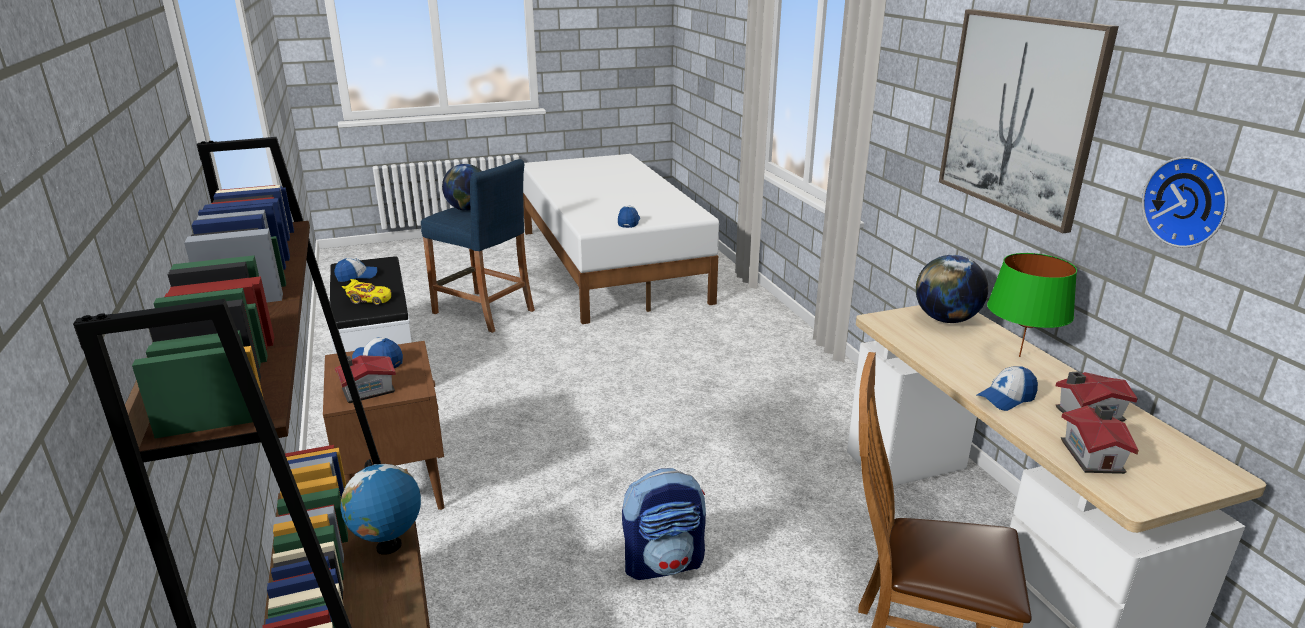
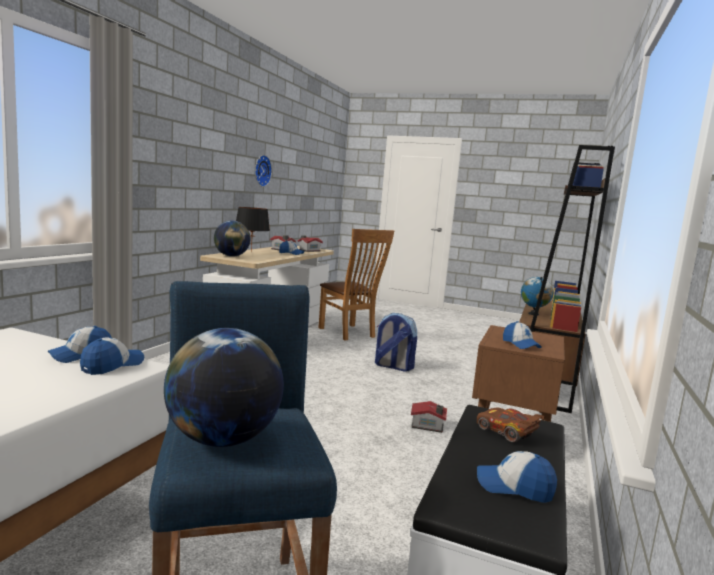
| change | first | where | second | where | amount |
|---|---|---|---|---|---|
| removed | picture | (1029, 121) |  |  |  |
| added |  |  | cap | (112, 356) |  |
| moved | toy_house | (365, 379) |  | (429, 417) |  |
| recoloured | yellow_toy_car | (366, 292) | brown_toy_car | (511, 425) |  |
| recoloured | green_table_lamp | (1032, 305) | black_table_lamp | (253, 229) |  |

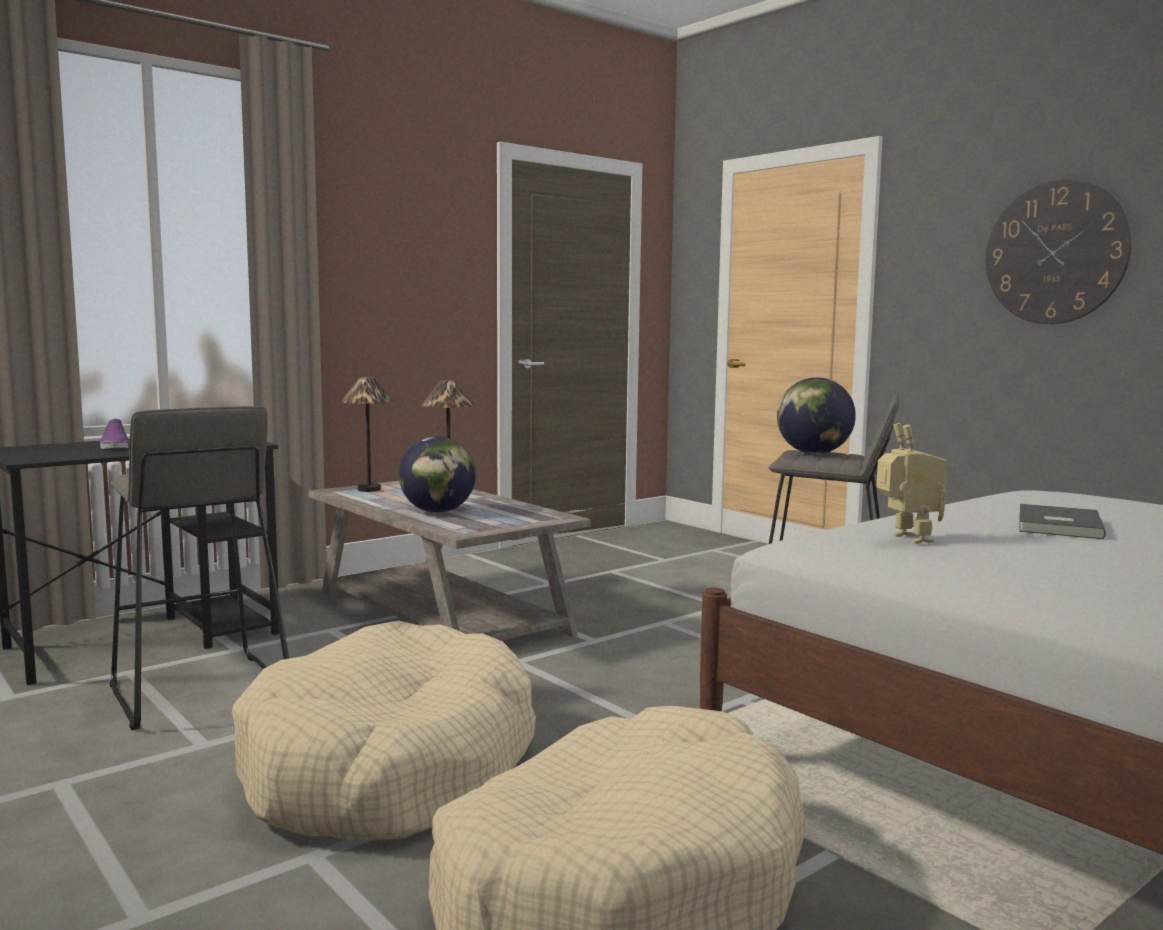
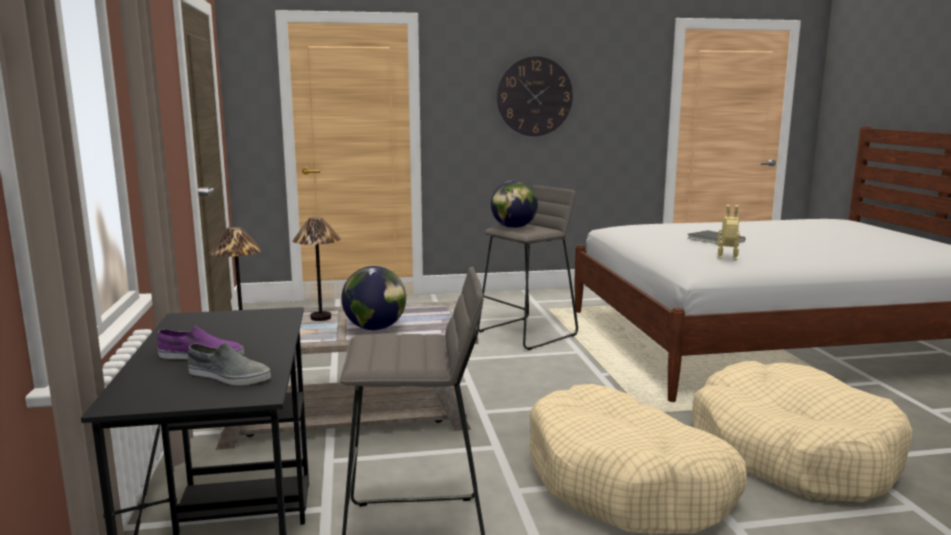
| change | first | where | second | where | amount |
|---|---|---|---|---|---|
| added |  |  | grey_shoe | (229, 363) |  |

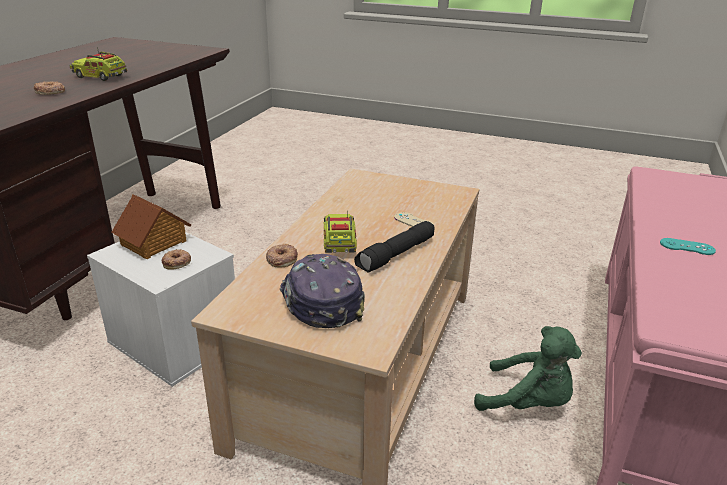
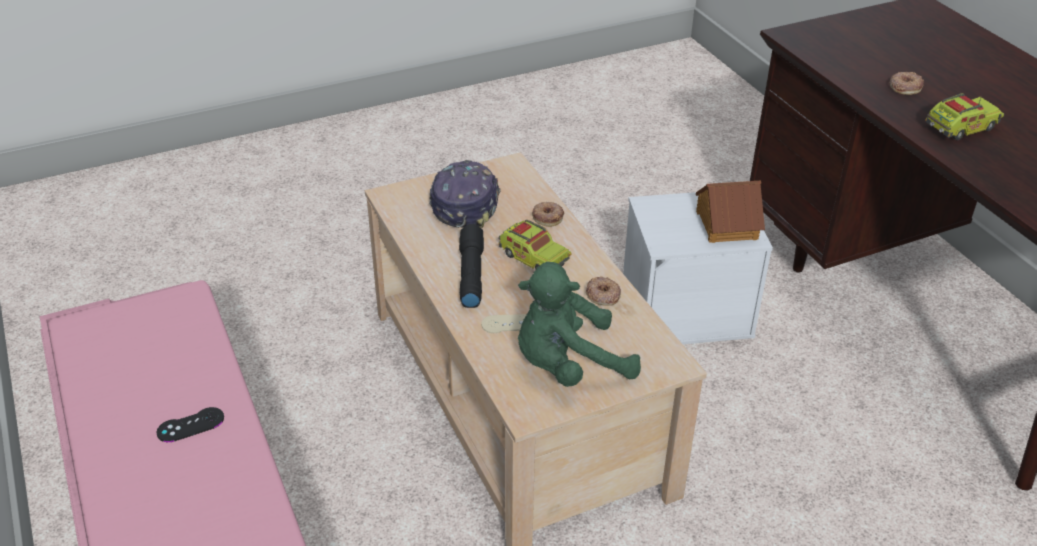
| change | first | where | second | where | amount |
|---|---|---|---|---|---|
| moved | donut | (176, 259) |  | (603, 291) |  |
| moved | green_plush_toy | (528, 368) |  | (579, 324) |  |
| recoloured | turquoise_game_controller | (688, 246) | black_game_controller | (190, 424) |  |
| turned | cap | (322, 291) |  | (465, 194) | 105 degrees counterclockwise |

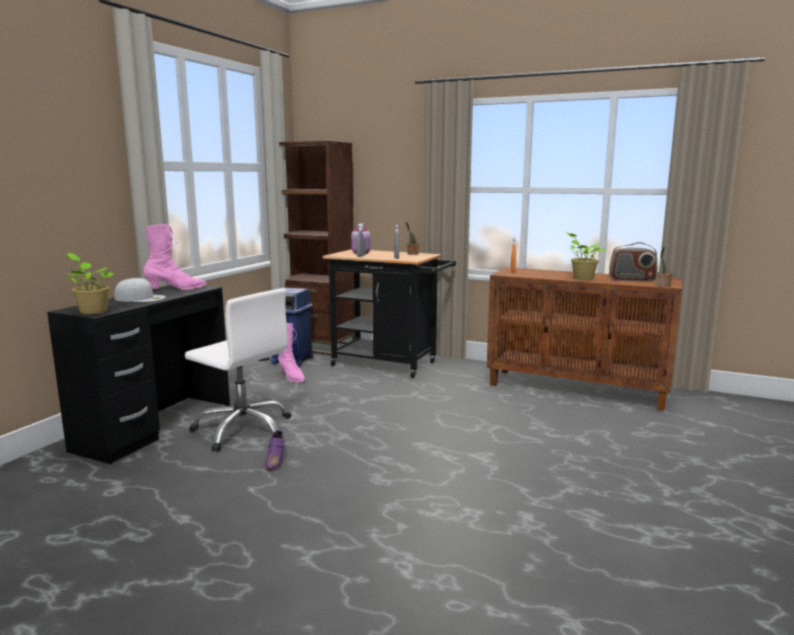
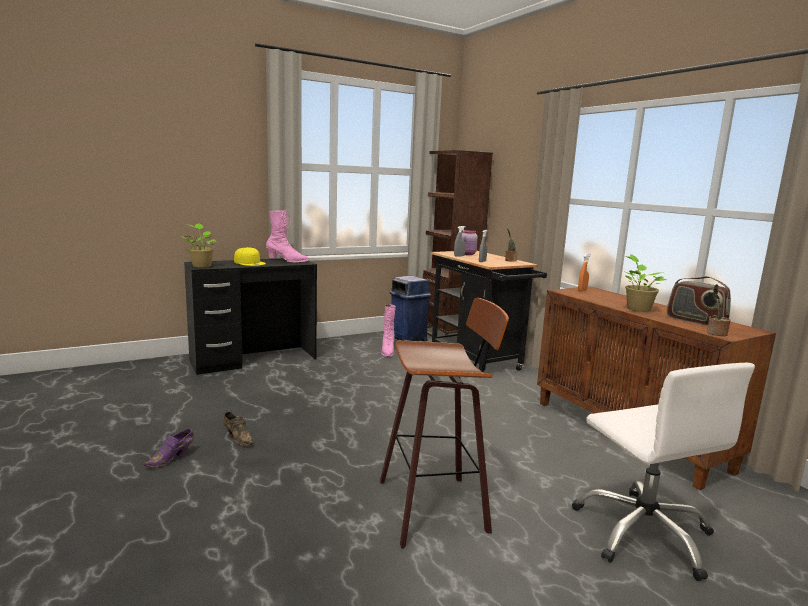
| change | first | where | second | where | amount |
|---|---|---|---|---|---|
| added |  |  | brown_shoe | (238, 429) |  |
| added |  |  | stool | (444, 423) |  |
| moved | white_office_chair | (238, 370) |  | (663, 472) |  |
| moved | purple_shoe | (275, 450) |  | (169, 448) |  |
| recoloured | white_cap | (140, 290) | yellow_cap | (250, 256) |  |

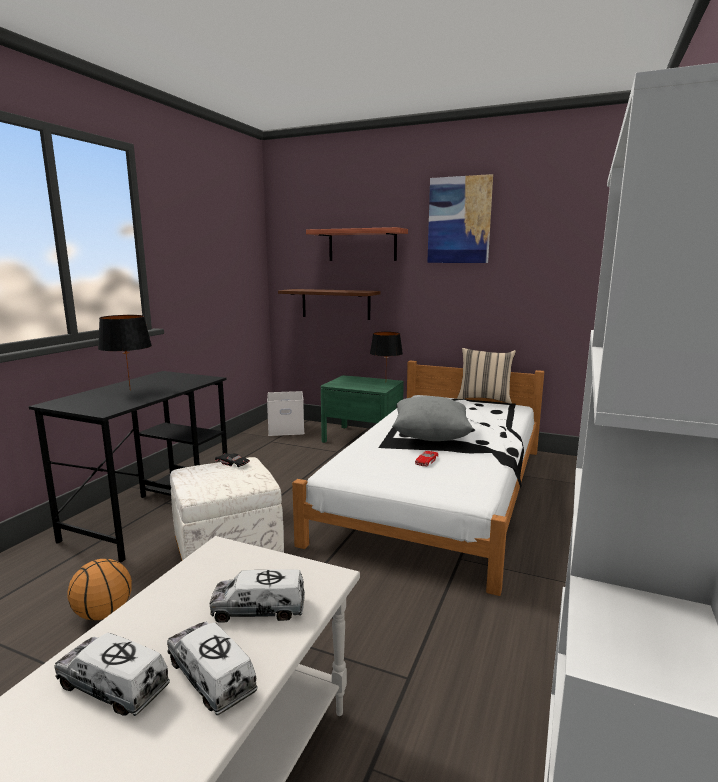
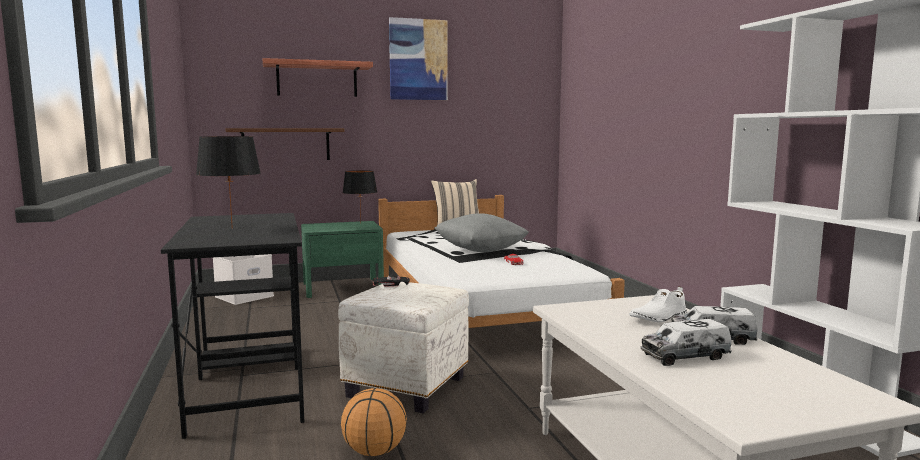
| change | first | where | second | where | amount |
|---|---|---|---|---|---|
| replaced | toy_truck | (257, 596) | white_shoe | (658, 304) |  |

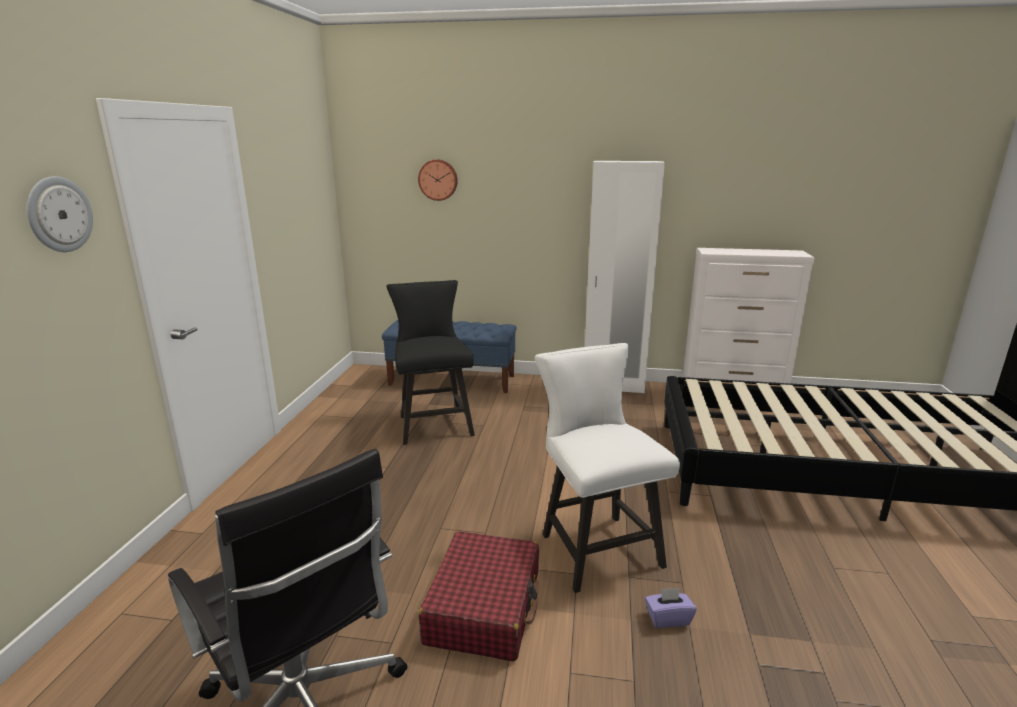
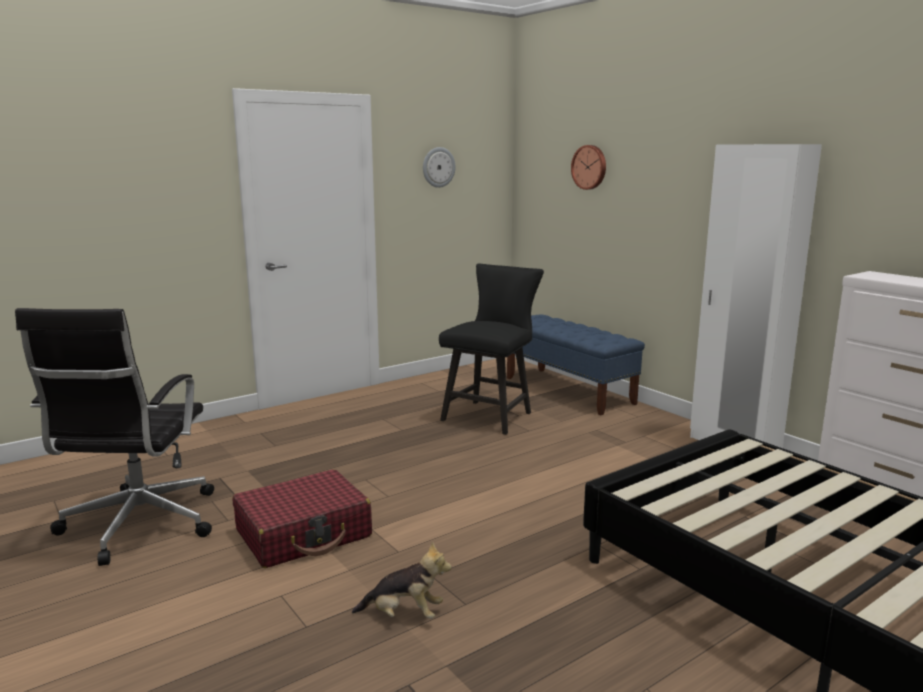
| change | first | where | second | where | amount |
|---|---|---|---|---|---|
| removed | white_chair | (607, 468) |  |  |  |
| moved | wall_clock | (60, 214) |  | (439, 167) |  |
| replaced | purple_tissue_box | (671, 608) | plush_toy | (402, 580) |  |

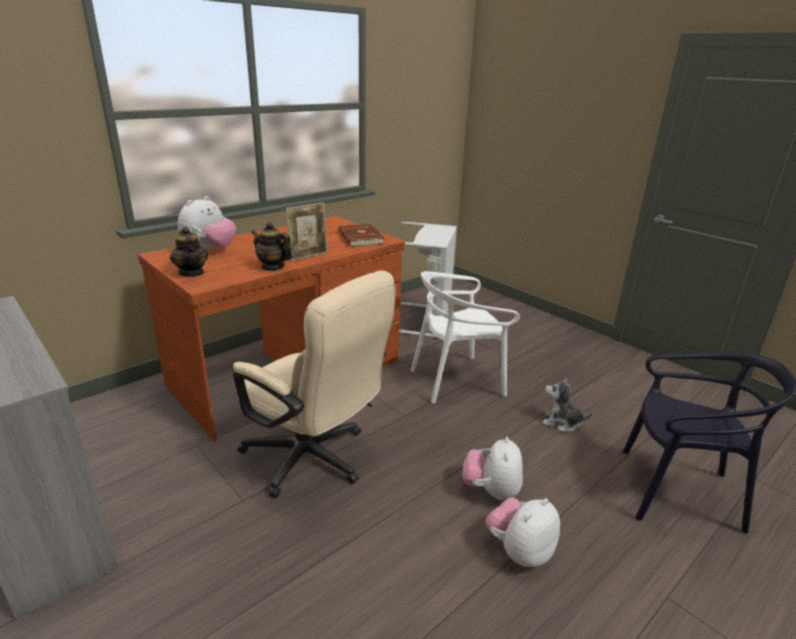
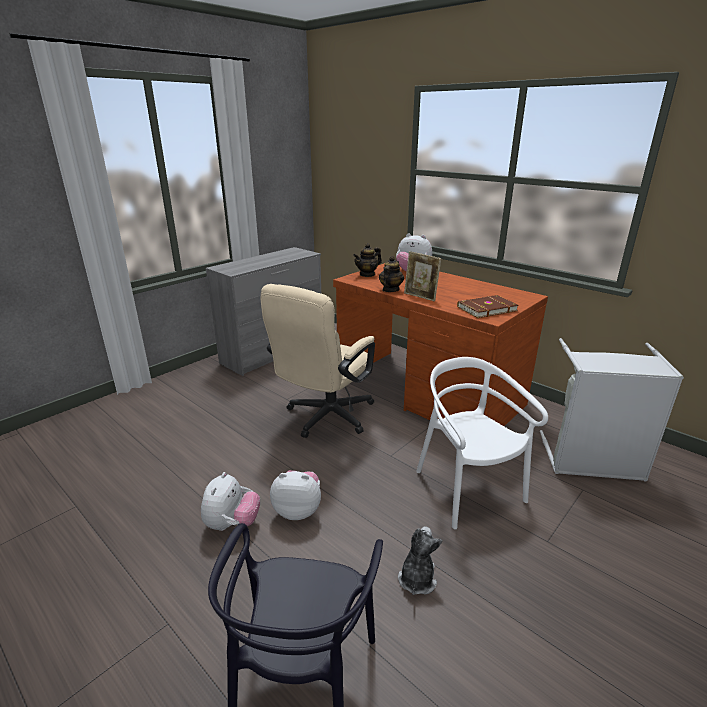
| change | first | where | second | where | amount |
|---|---|---|---|---|---|
| turned | plush_toy | (522, 532) |  | (230, 501) | 60 degrees clockwise |

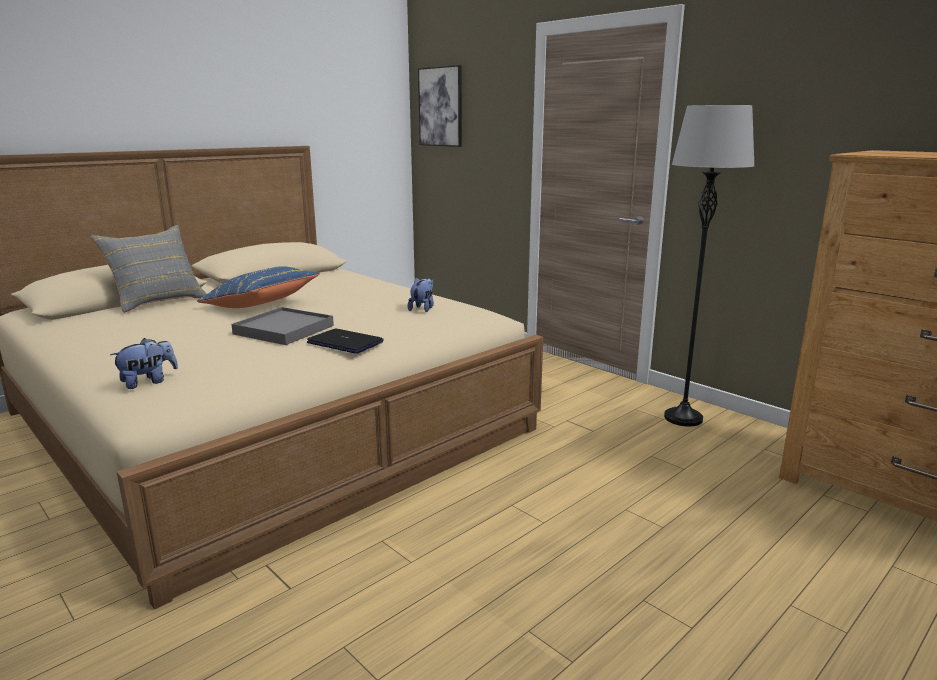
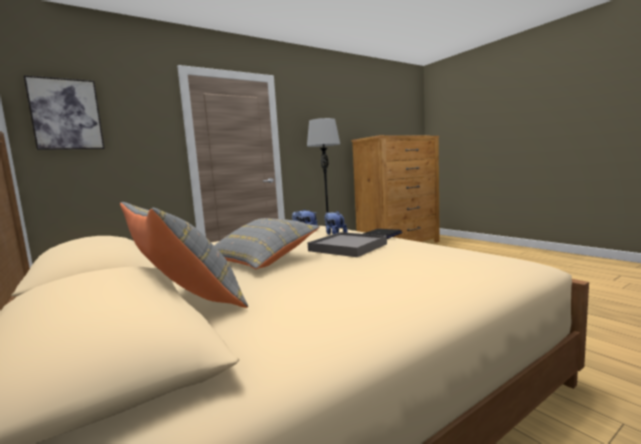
| change | first | where | second | where | amount |
|---|---|---|---|---|---|
| moved | plush_toy | (144, 363) |  | (336, 223) |  |
| recoloured | blue_pillow | (258, 287) | grey_pillow | (267, 243) |  |

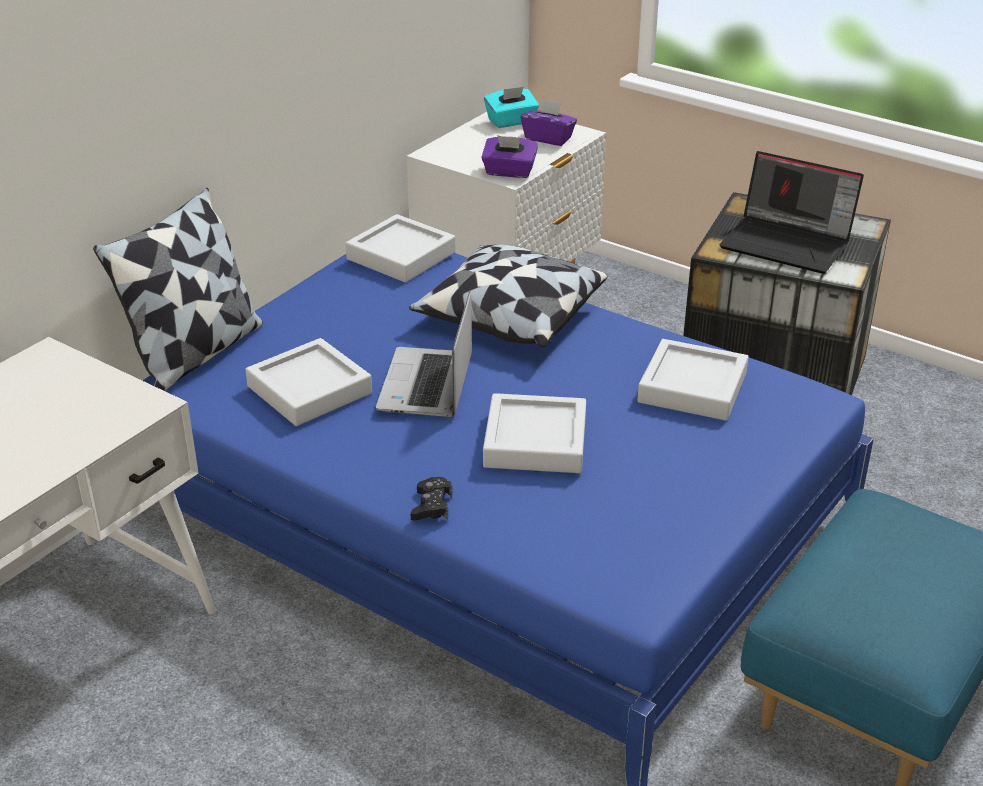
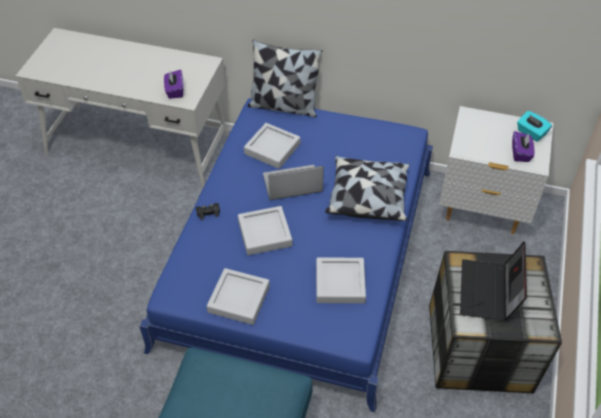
| change | first | where | second | where | amount |
|---|---|---|---|---|---|
| moved | grey_tray | (400, 248) |  | (238, 296) |  |
| moved | purple_tissue_box | (509, 156) |  | (173, 84) |  |

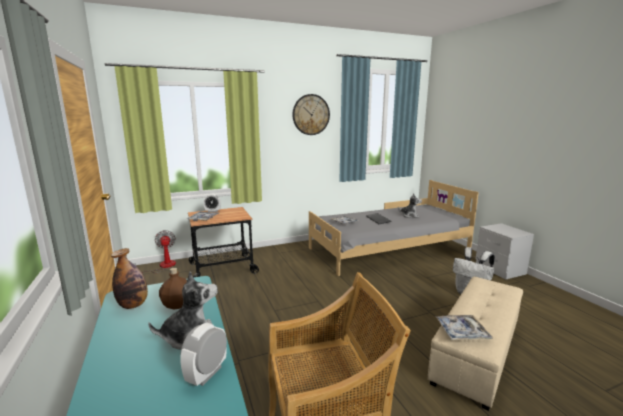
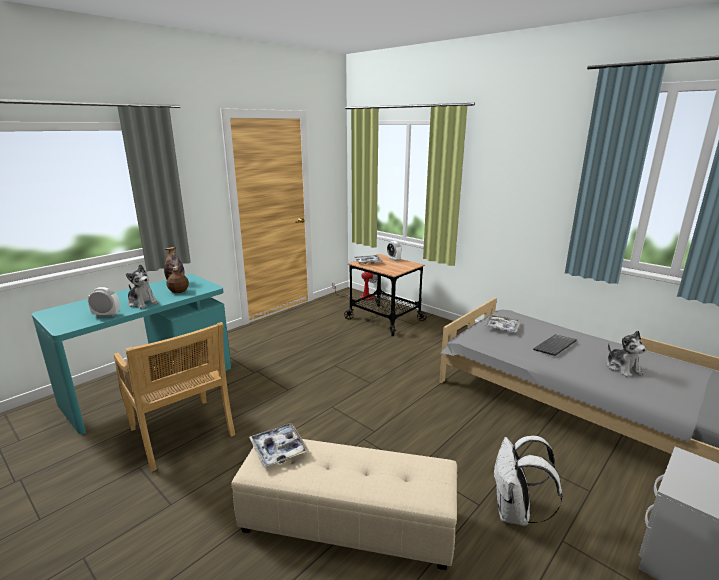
| change | first | where | second | where | amount |
|---|---|---|---|---|---|
| removed | wall_clock | (311, 114) |  |  |  |

